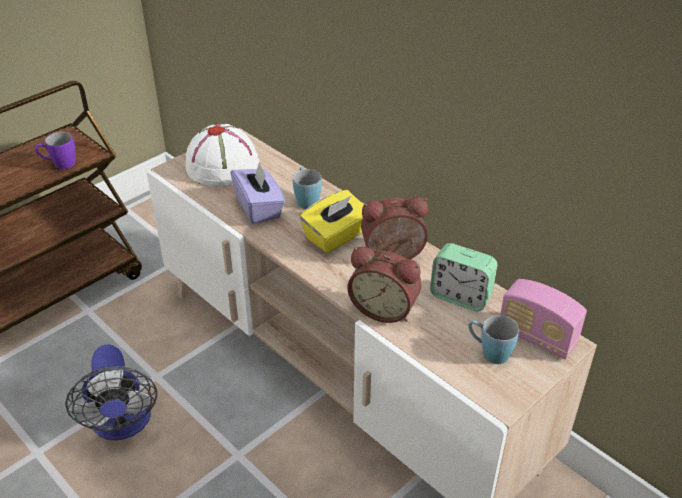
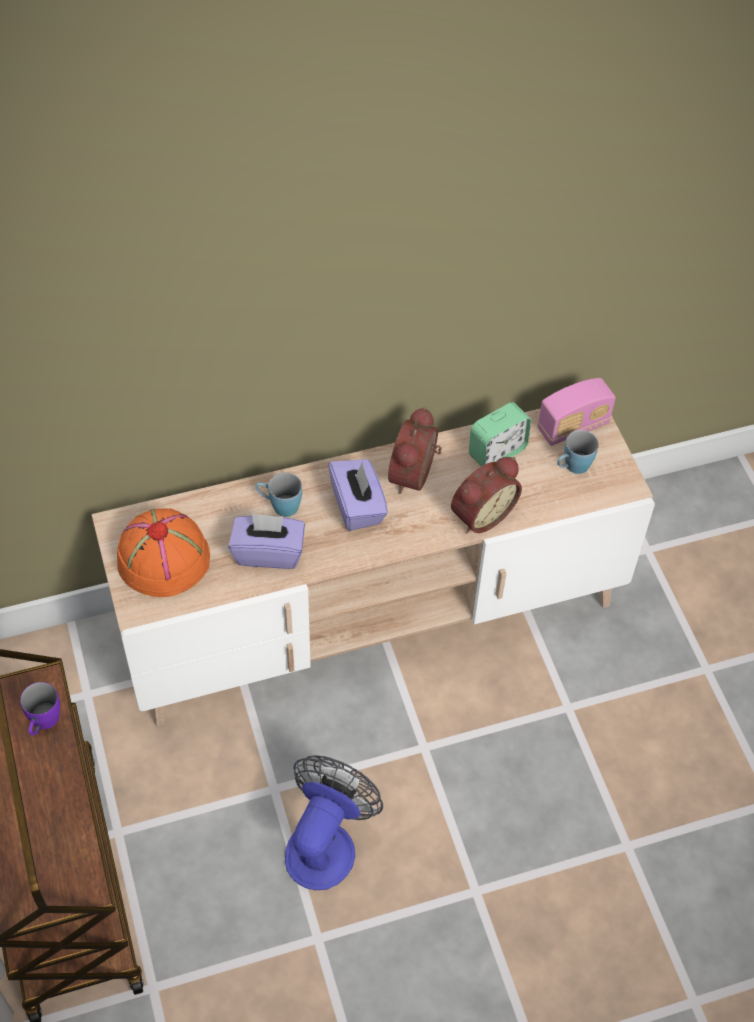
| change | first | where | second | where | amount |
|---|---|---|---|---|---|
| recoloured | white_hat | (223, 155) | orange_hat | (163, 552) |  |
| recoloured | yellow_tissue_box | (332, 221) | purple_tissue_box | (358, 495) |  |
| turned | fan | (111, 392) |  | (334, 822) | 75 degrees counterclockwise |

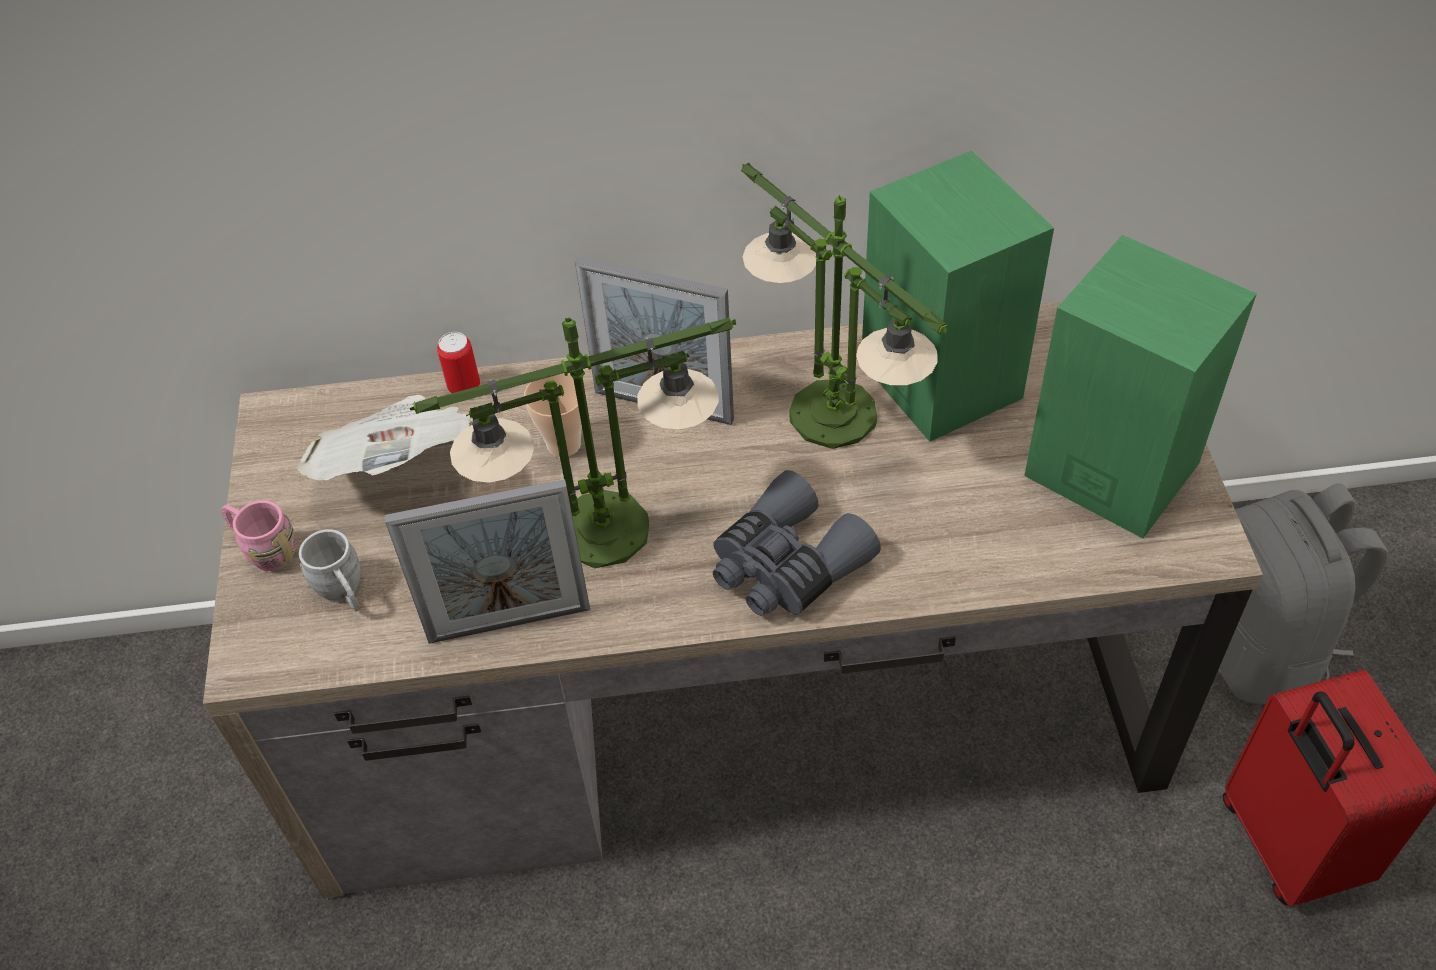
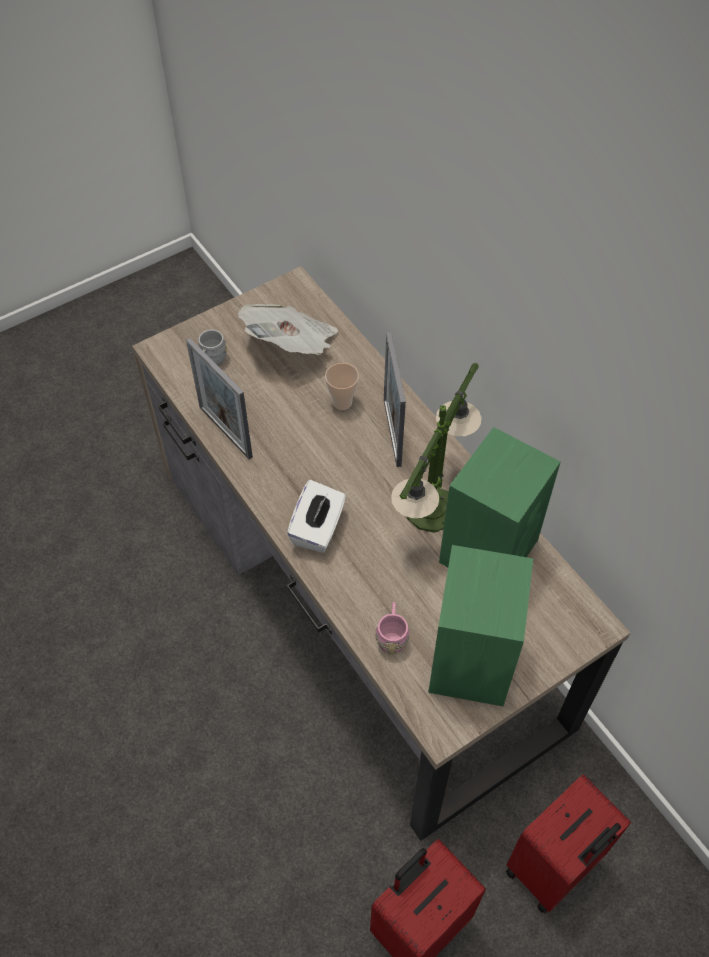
| change | first | where | second | where | amount |
|---|---|---|---|---|---|
| removed | table_lamp | (573, 442) |  |  |  |
| removed | can | (458, 363) |  |  |  |
| moved | pink_mug | (258, 535) |  | (392, 628) |  |
| replaced | grey_binoculars | (797, 543) | white_tissue_box | (316, 516) |  |
| replaced | grey_backpack | (1303, 593) | red_suitcase | (568, 844) |  |

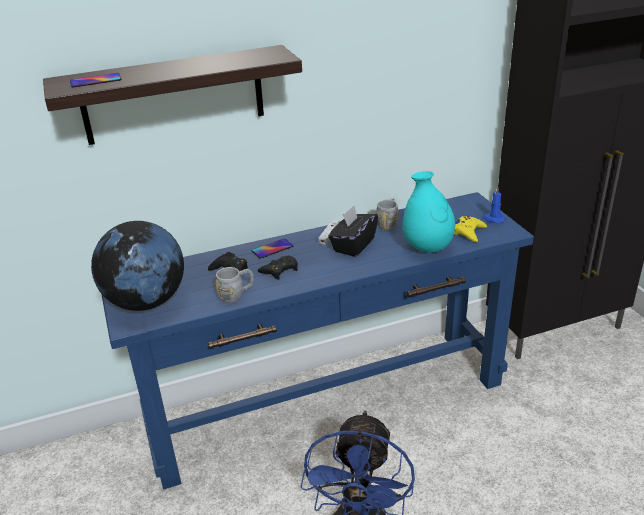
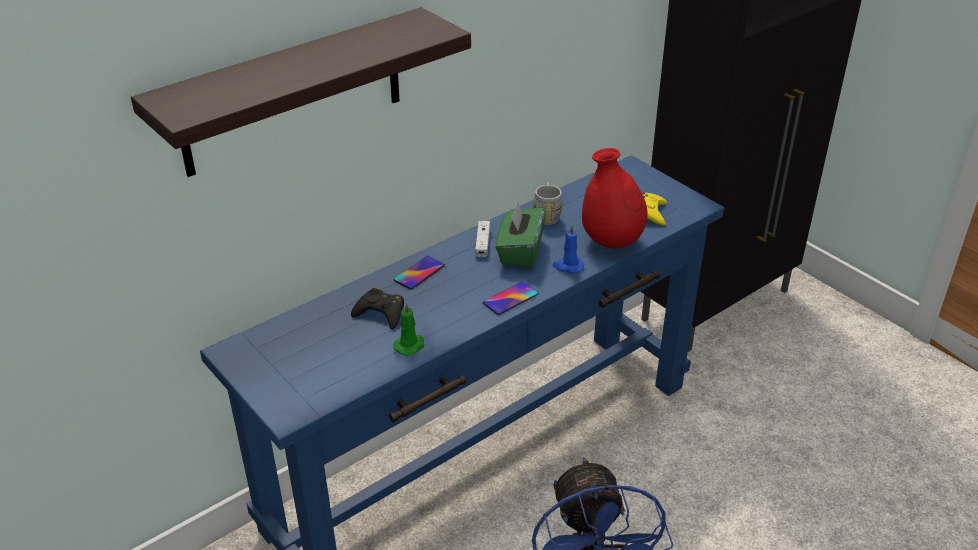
| change | first | where | second | where | amount |
|---|---|---|---|---|---|
| removed | globe | (137, 266) |  |  |  |
| removed | black_game_controller | (278, 268) |  |  |  |
| moved | phone | (96, 80) |  | (510, 298) |  |
| moved | blue_candle | (494, 205) |  | (568, 249) |  |
| replaced | grey_mug | (234, 285) | green_candle | (408, 329) |  |
| recoloured | black_tissue_box | (353, 231) | green_tissue_box | (521, 235) |  |
| recoloured | turquoise_vase | (429, 212) | red_vase | (614, 198) |  |

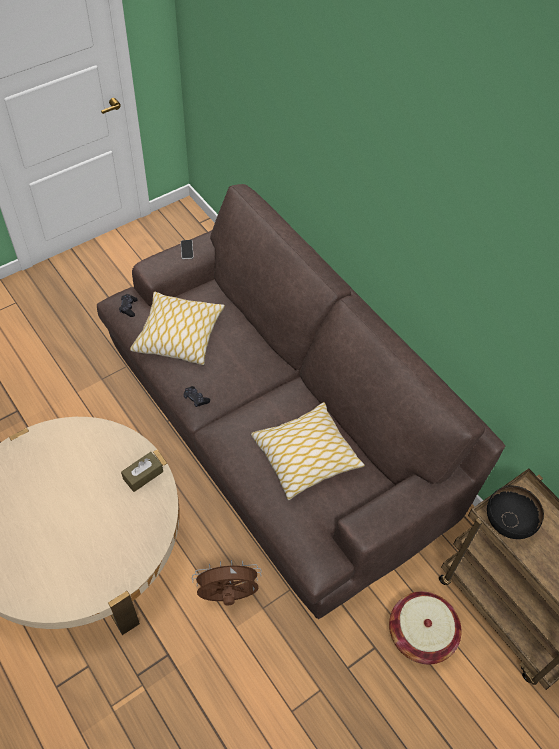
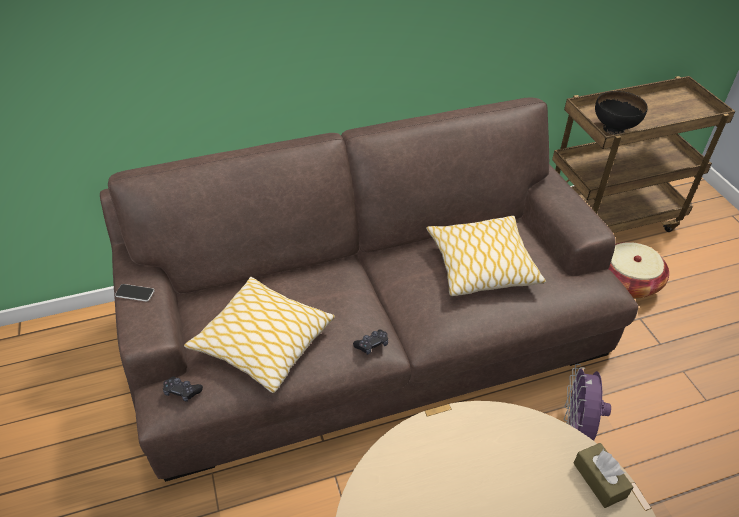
| change | first | where | second | where | amount |
|---|---|---|---|---|---|
| moved | brown_tissue_box | (142, 472) |  | (603, 475) |  |
| recoloured | brown_fan | (227, 582) | purple_fan | (587, 402) |  |

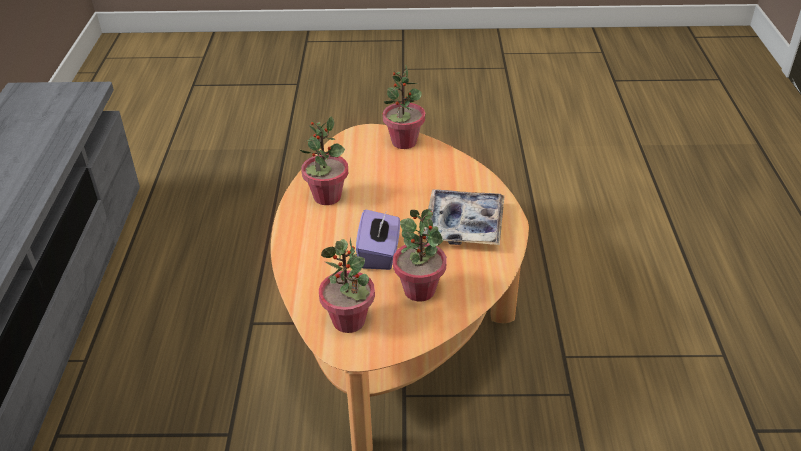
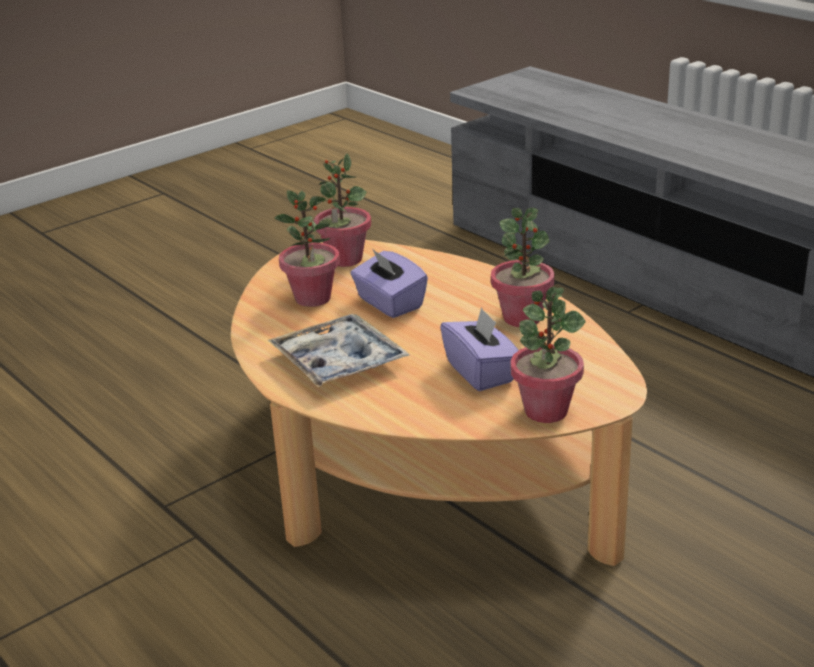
| change | first | where | second | where | amount |
|---|---|---|---|---|---|
| added |  |  | purple_tissue_box | (479, 349) |  |

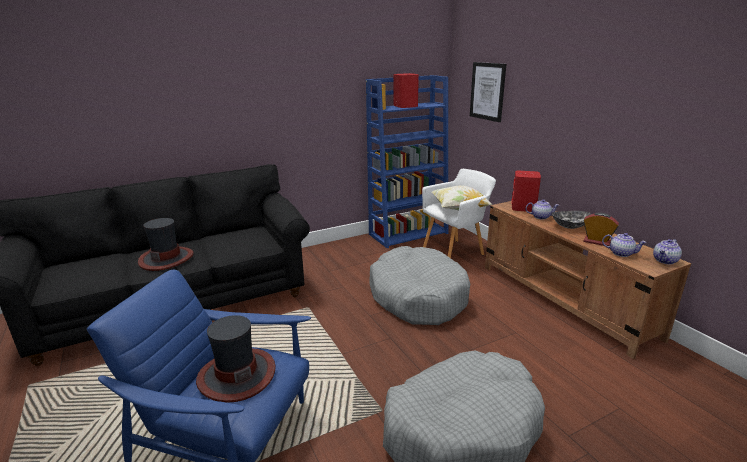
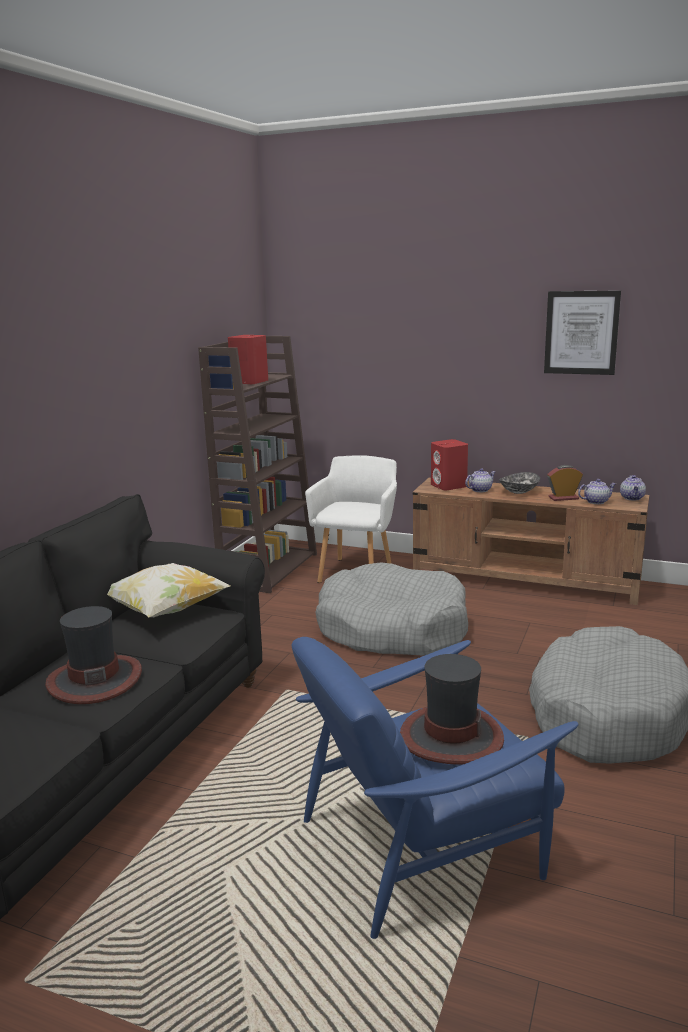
| change | first | where | second | where | amount |
|---|---|---|---|---|---|
| moved | pillow | (462, 197) |  | (168, 590) |  |
| moved | picture | (488, 92) |  | (582, 332) |  |
| recoloured | blue_bookcase | (407, 161) | brown_bookcase | (257, 464) |  |

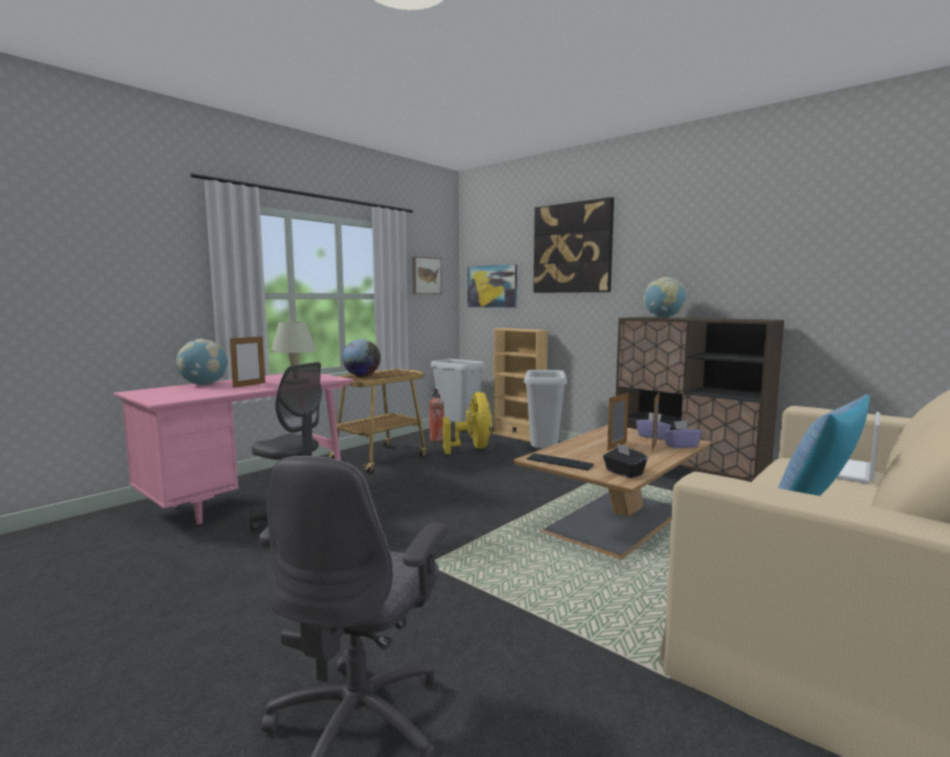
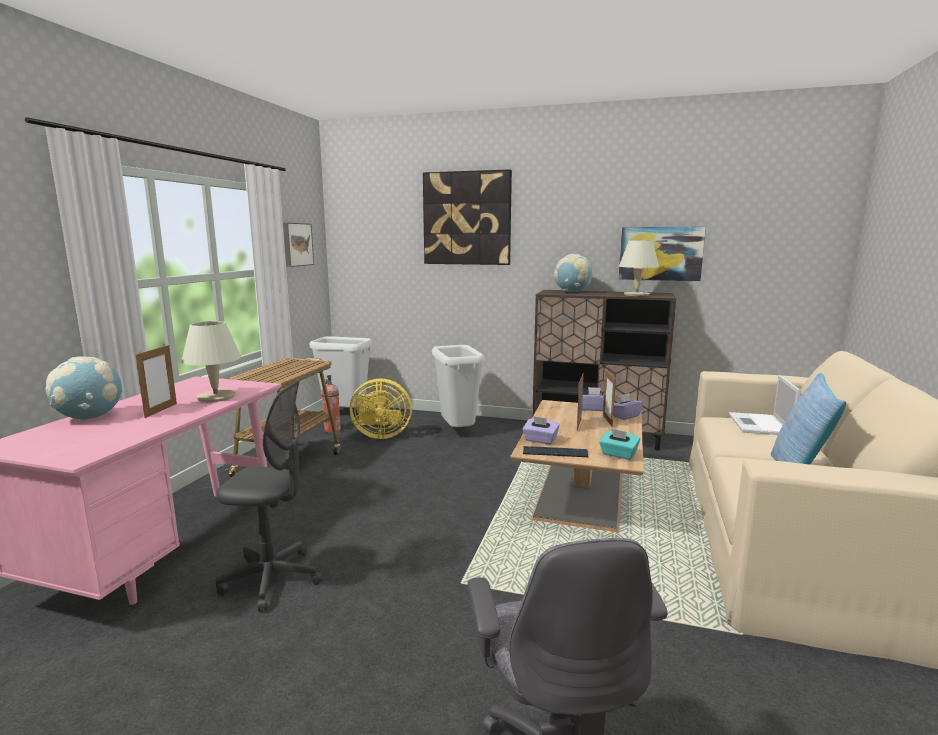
| change | first | where | second | where | amount |
|---|---|---|---|---|---|
| removed | globe | (361, 358) |  |  |  |
| removed | beige_bookcase | (520, 385) |  |  |  |
| added |  |  | purple_tissue_box | (541, 430) |  |
| added |  |  | beige_table_lamp | (639, 268) |  |
| moved | picture | (492, 286) |  | (662, 254) |  |
| recoloured | black_tissue_box | (625, 460) | turquoise_tissue_box | (619, 444) |  |
| turned | yellow_fan | (467, 423) |  | (381, 408) | 120 degrees clockwise |

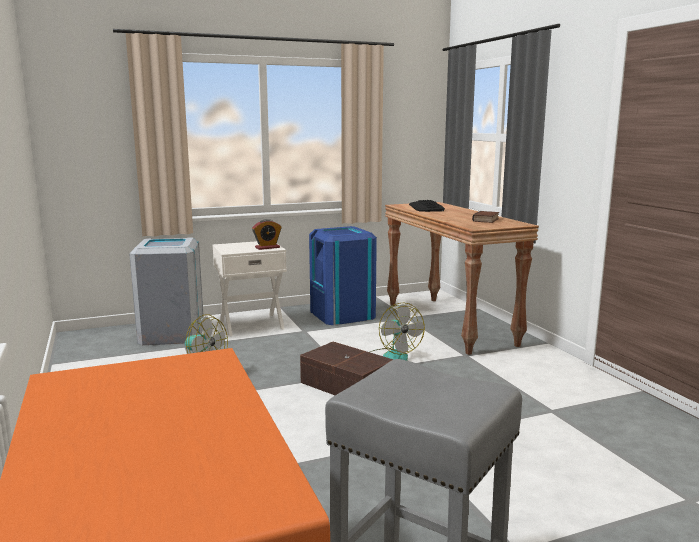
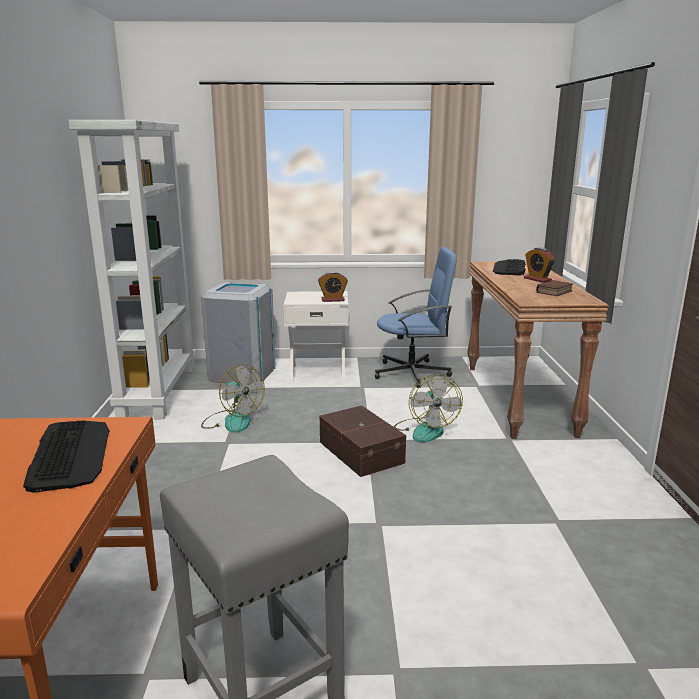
| change | first | where | second | where | amount |
|---|---|---|---|---|---|
| added |  |  | keyboard | (66, 456) |  |
| added |  |  | white_bookcase | (132, 269) |  |
| added |  |  | alarm_clock | (539, 265) |  |
| replaced | blue_trash_can | (343, 275) | blue_office_chair | (416, 317) |  |

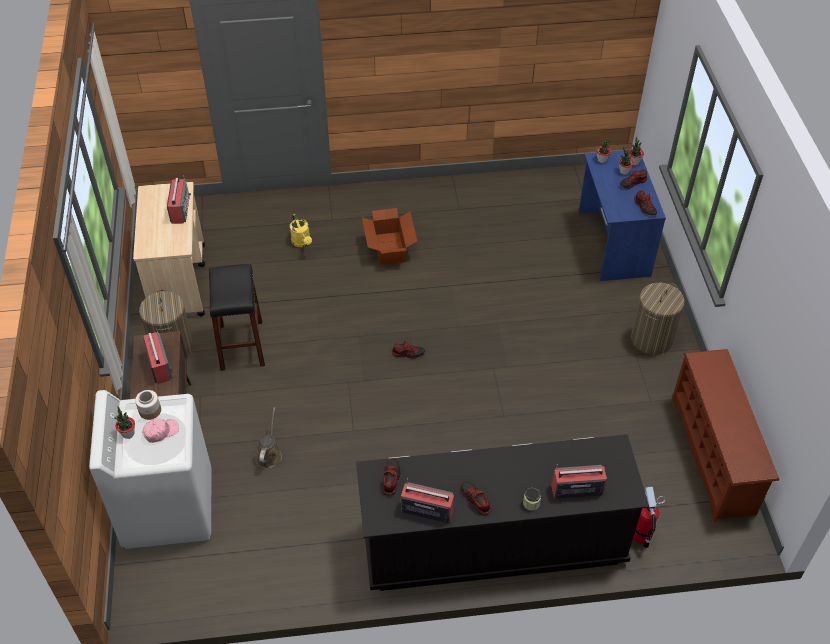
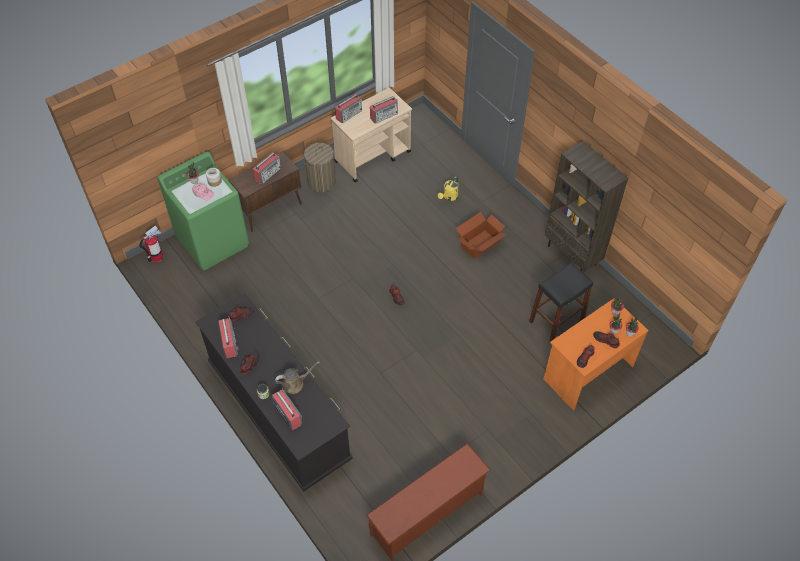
| change | first | where | second | where | amount |
|---|---|---|---|---|---|
| removed | laundry_basket | (658, 319) |  |  |  |
| added |  |  | radio | (348, 108) |  |
| added |  |  | brown_bookcase | (586, 206) |  |
| moved | black_stool | (237, 317) |  | (561, 302) |  |
| moved | brown_watering_can | (268, 438) |  | (297, 377) |  |
| moved | fire_extinguisher | (649, 517) |  | (151, 243) |  |
| recoloured | white_washing_machine | (150, 469) | green_washing_machine | (203, 210) |  |
| recoloured | blue_desk | (622, 215) | orange_desk | (596, 354) |  |

